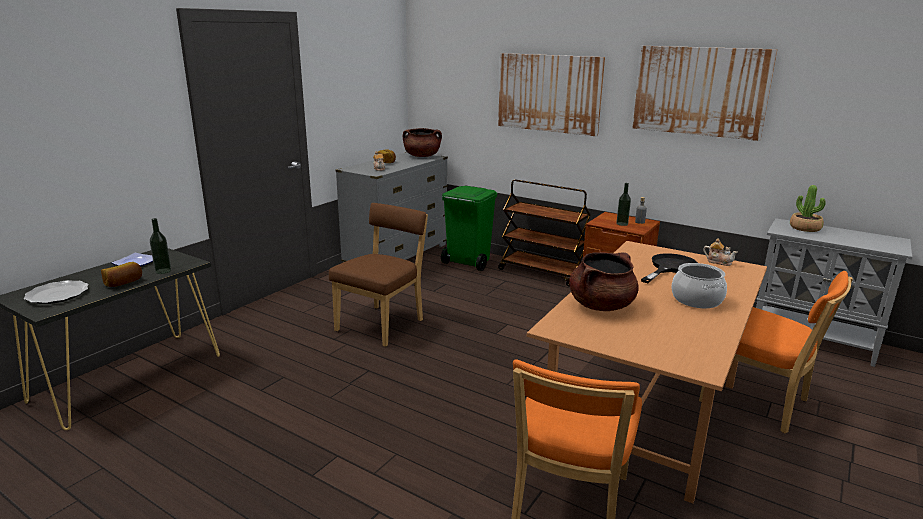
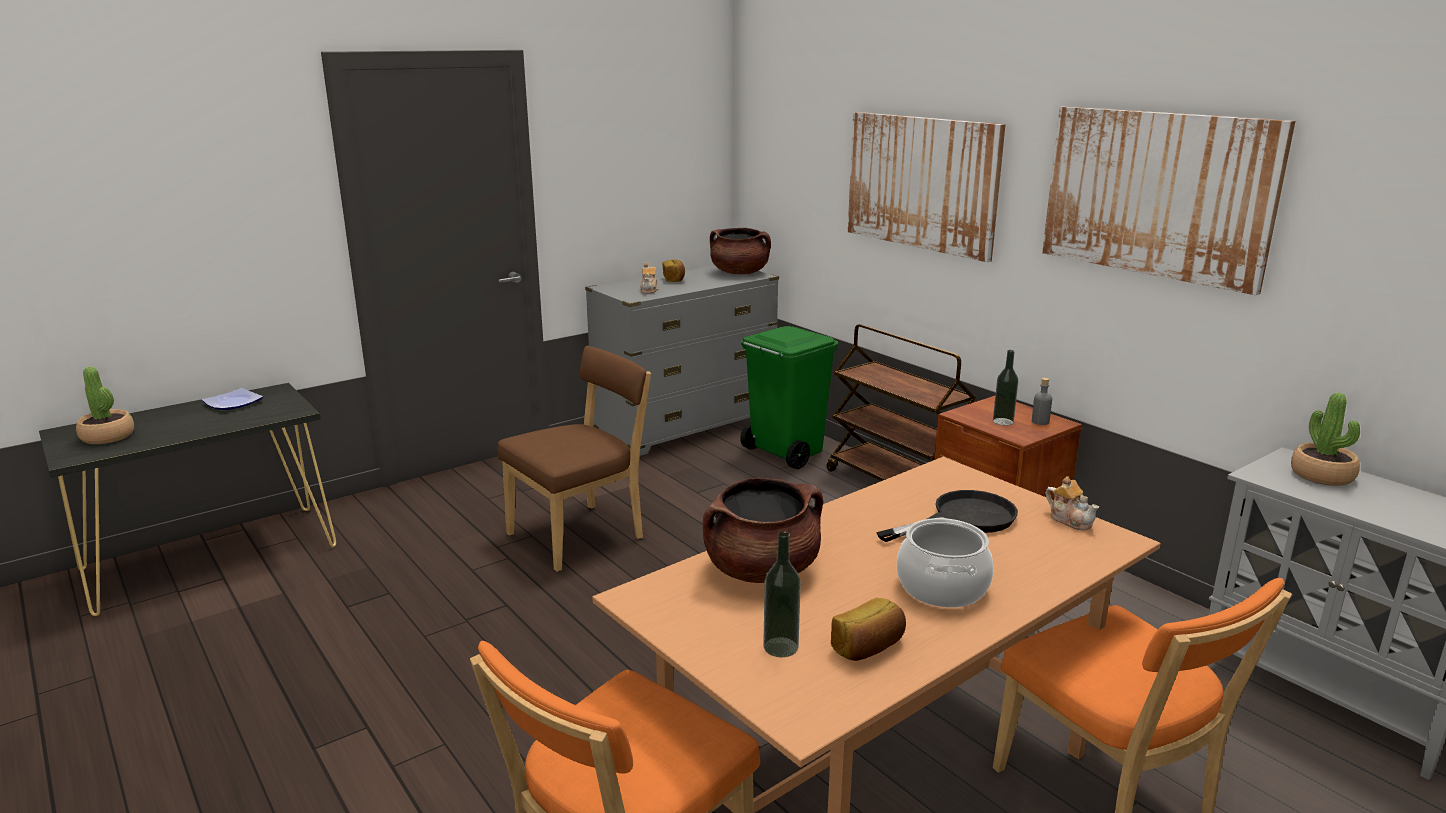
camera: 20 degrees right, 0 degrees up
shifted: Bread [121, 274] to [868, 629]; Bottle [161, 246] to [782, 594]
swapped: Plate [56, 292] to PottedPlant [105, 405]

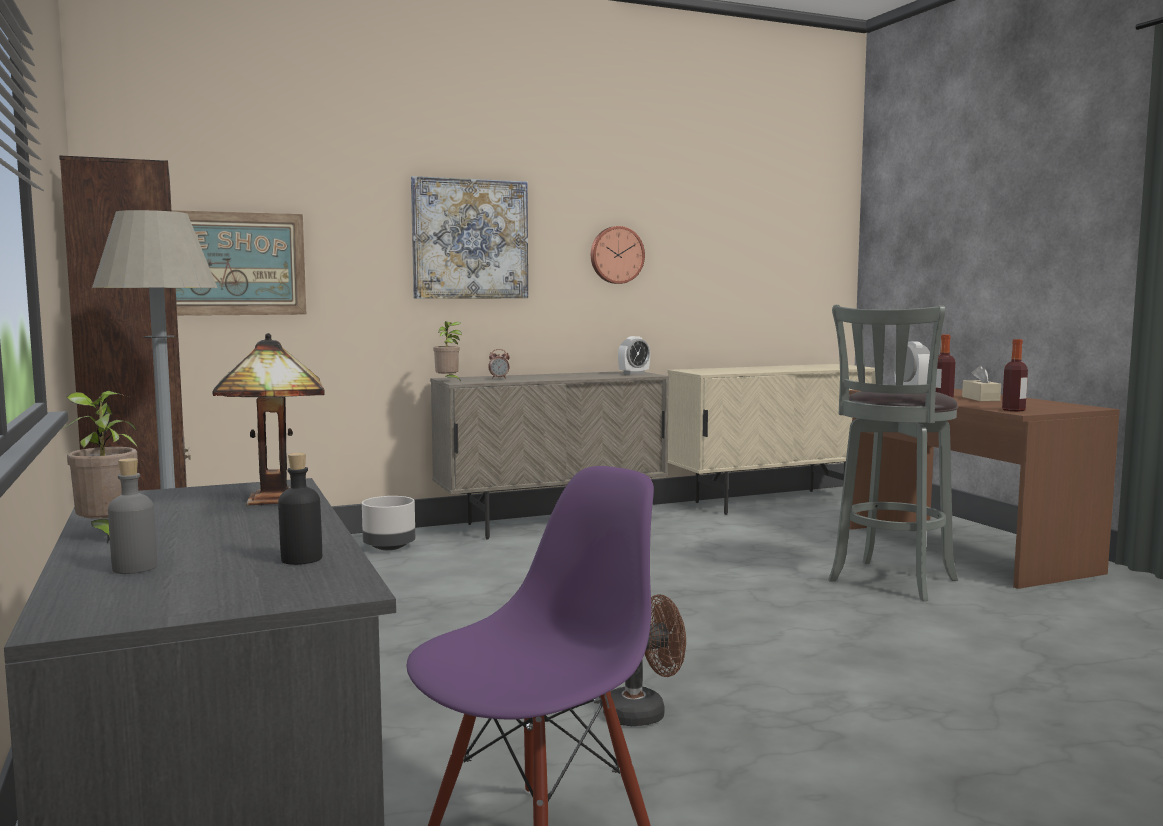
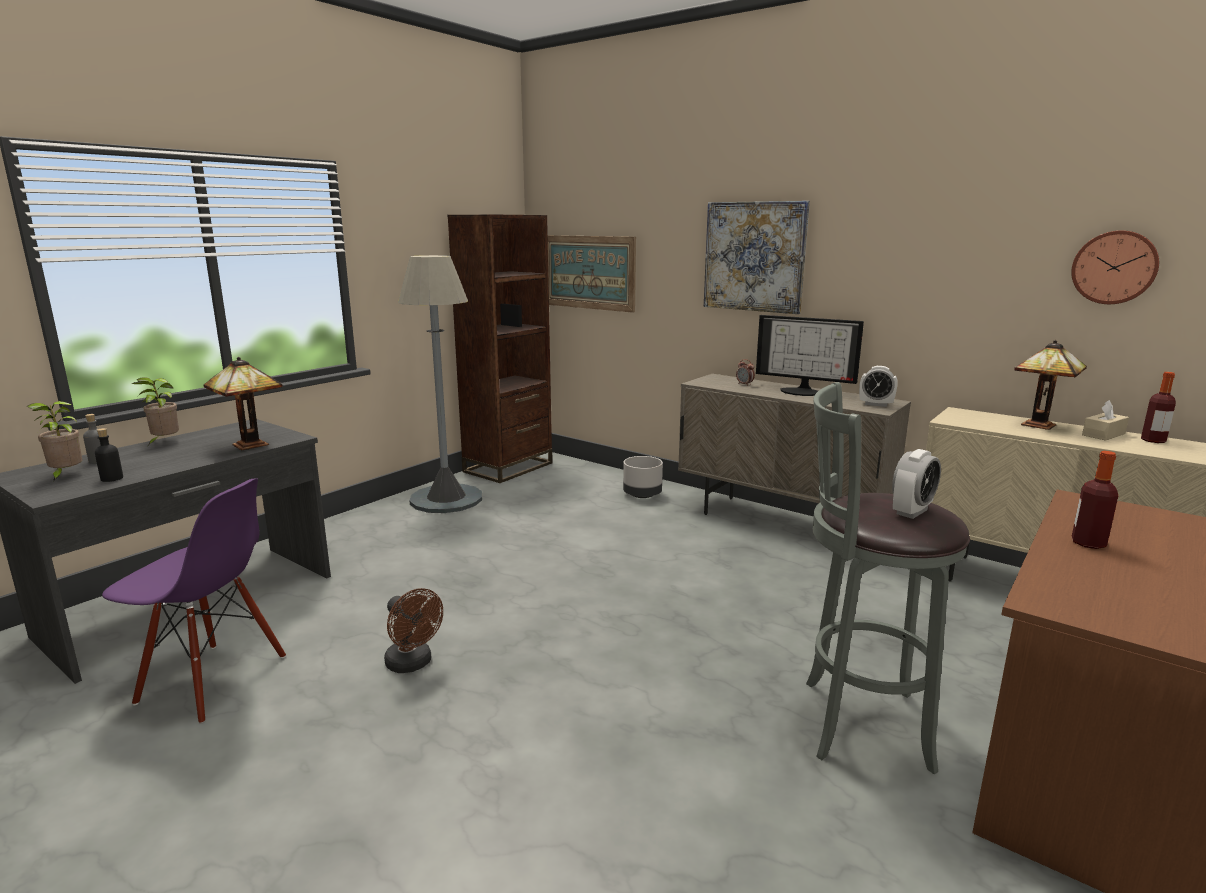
camera: 60 degrees right, 10 degrees up
new: Monitor [810, 355]; TableLamp [1050, 385]
shifted: PottedPlant [447, 351] to [54, 441]; WallClock [618, 255] to [1115, 267]; BeigeTissueBox [981, 383] to [1105, 420]; Bottle [1015, 375] to [1158, 407]

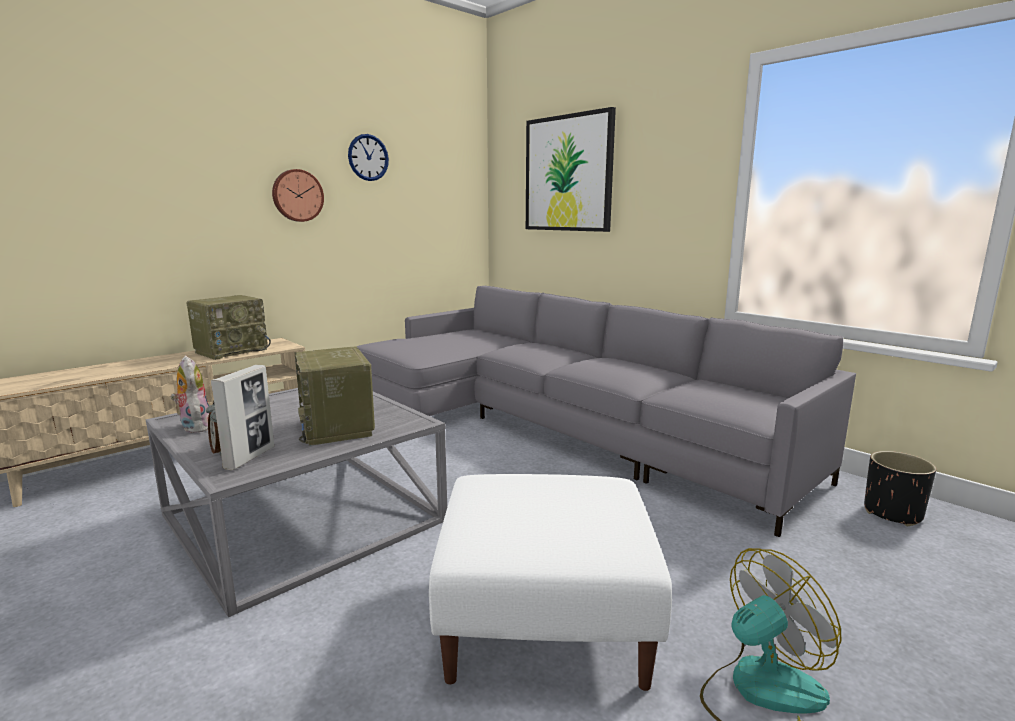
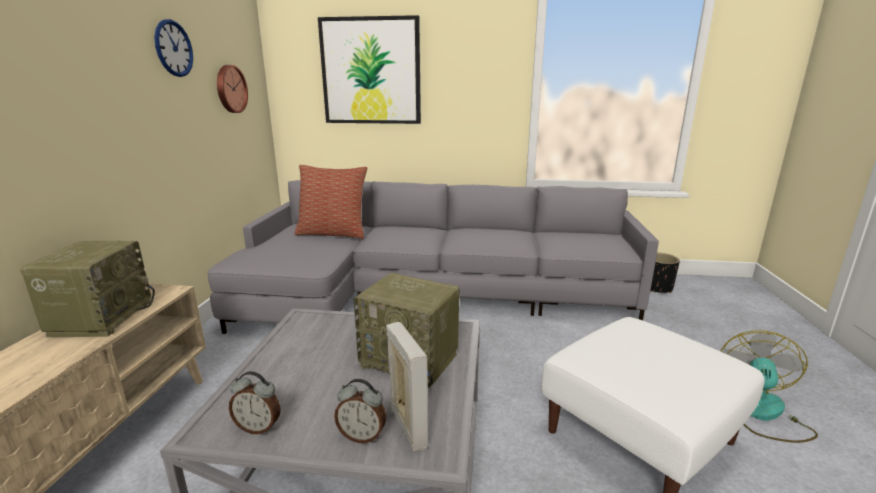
camera: 40 degrees left, 5 degrees up
new: Pillow [330, 202]
shifted: WallClock [298, 195] to [232, 89]
swapped: PlushToy [190, 394] to AlarmClock [255, 402]

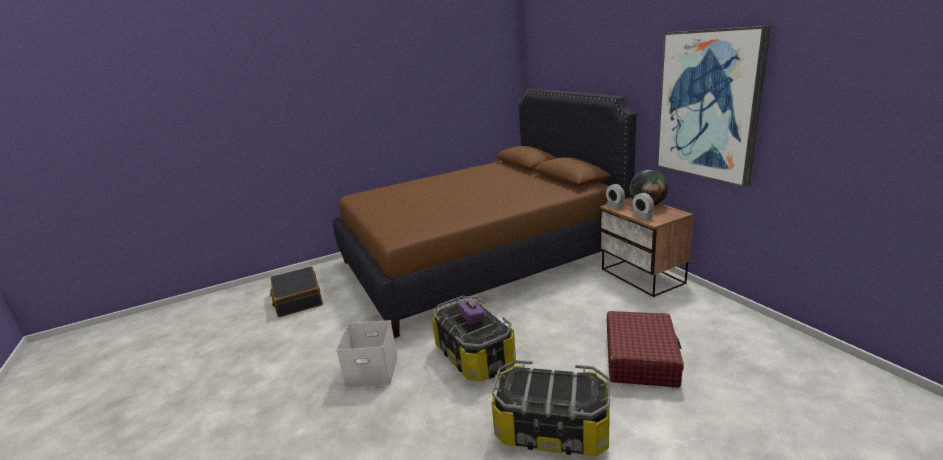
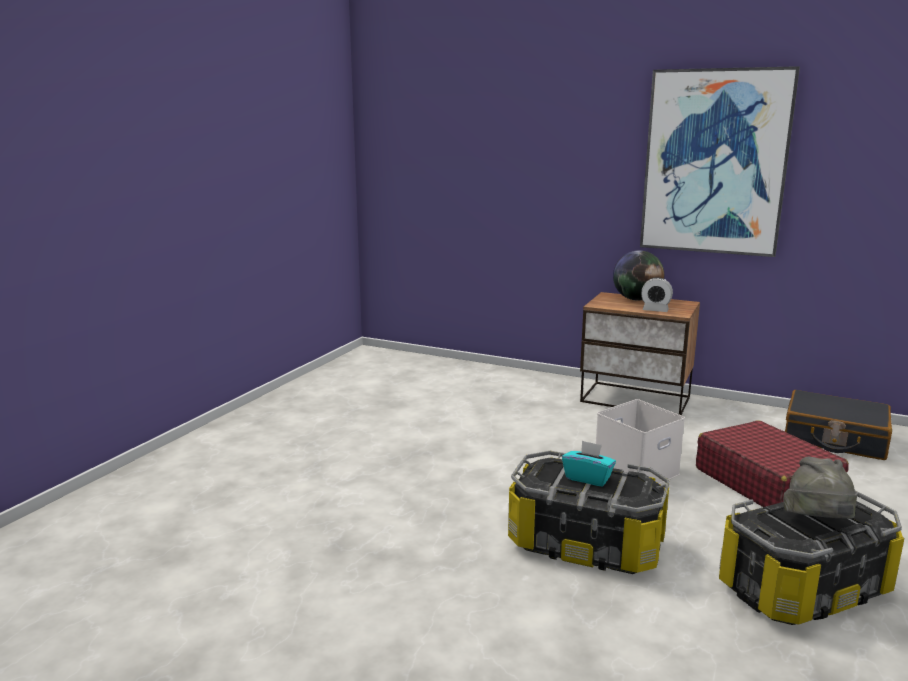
camera: 40 degrees left, 5 degrees down
gone: BrownBed [484, 213]; AlarmClock [615, 196]
new: GreyHat [820, 488]
shifted: BlackSuitcase [296, 291] to [838, 425]; WhiteStorageBox [367, 354] to [640, 441]
repainted: PurpleTissueBox [471, 310] to TurquoiseTissueBox [589, 463]

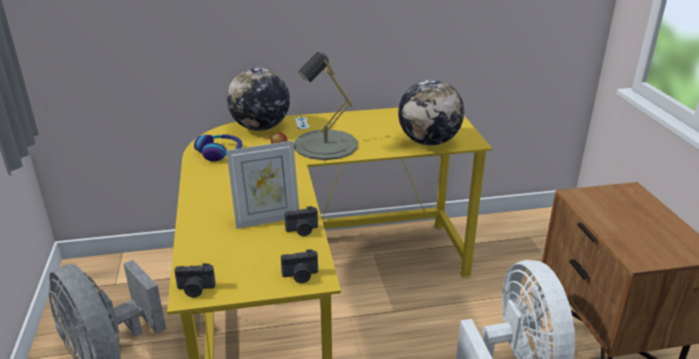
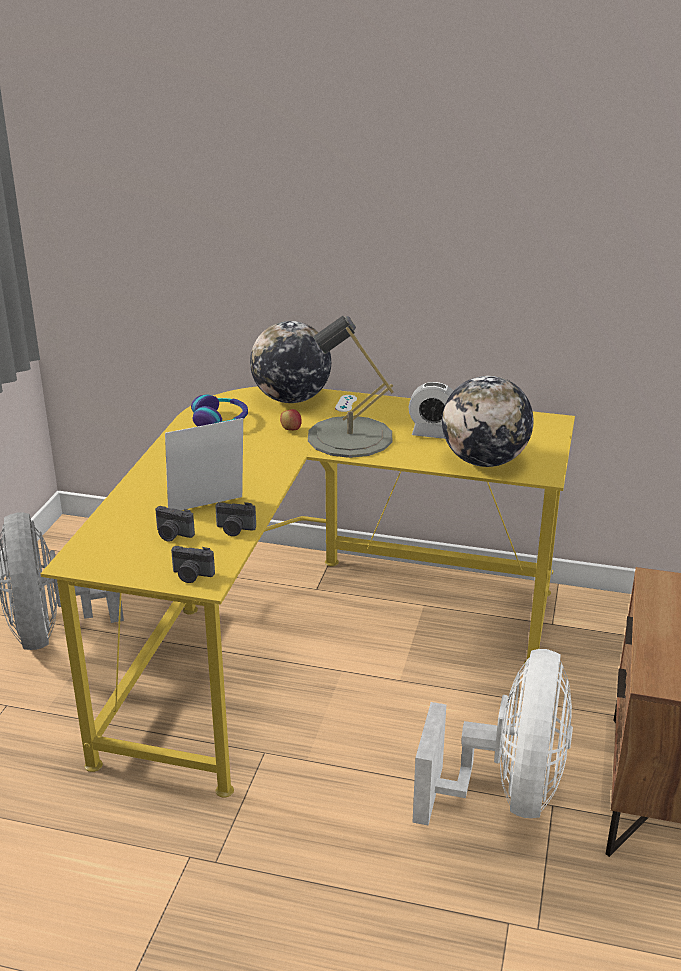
camera: 25 degrees right, 0 degrees up
new: AlarmClock [431, 410]
shifted: PhotoCamera [195, 280] to [175, 524]
rotated: PictureFrame [262, 185] = [204, 464] 150 degrees clockwise

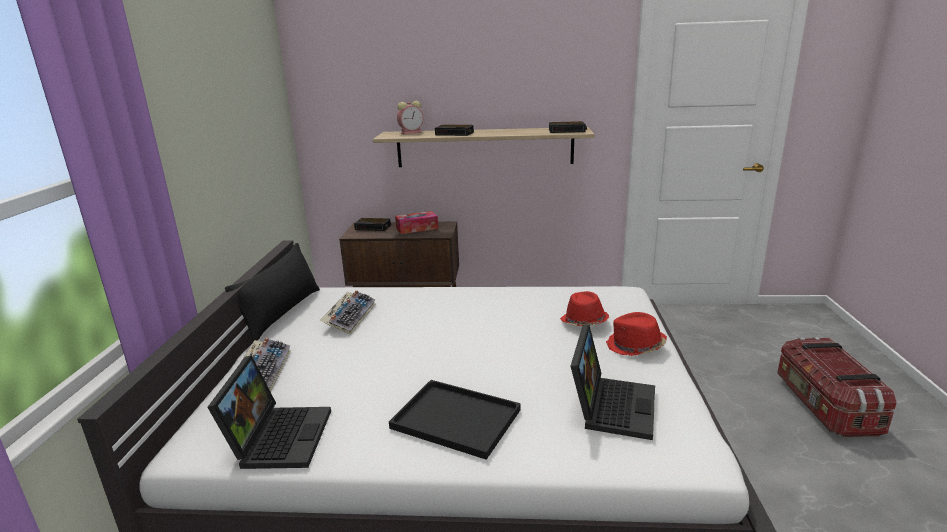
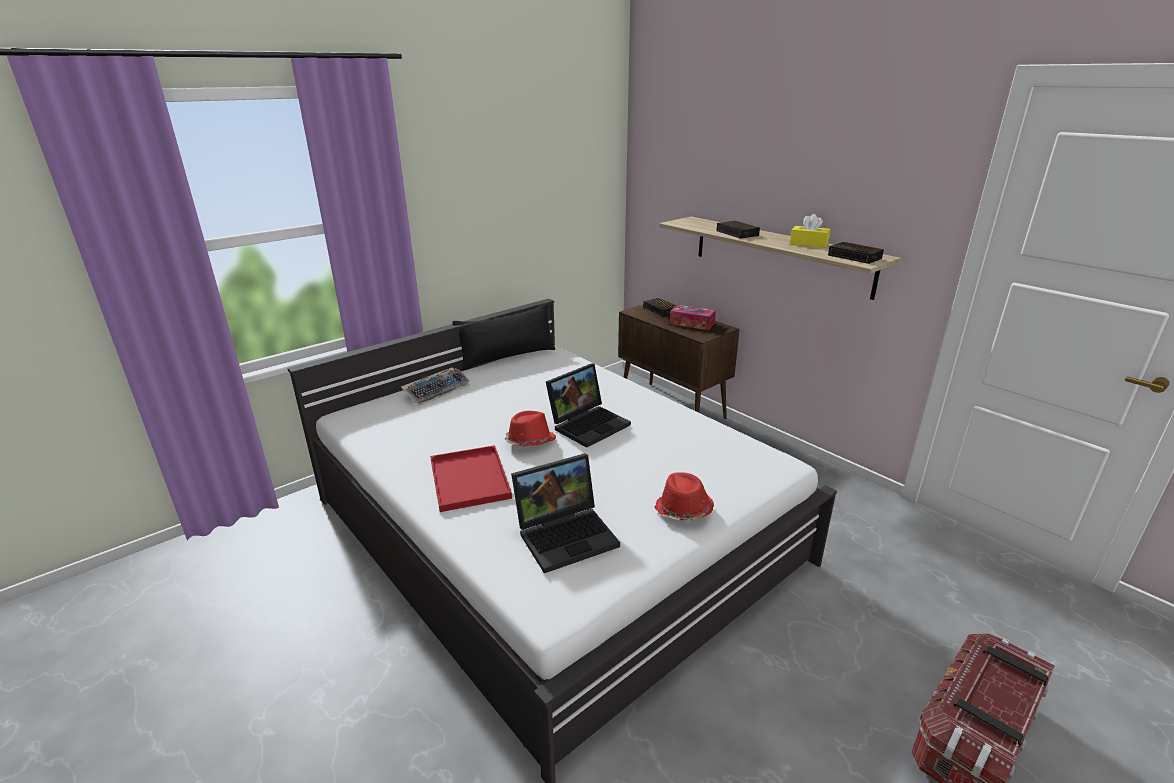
camera: 45 degrees right, 5 degrees up
gone: Keyboard [348, 312]; AlarmClock [410, 117]
new: YellowTissueBox [810, 231]
shifted: Laptop [269, 412] to [588, 405]; RedHat [584, 308] to [530, 428]
repainted: BlackTray [455, 420] to RedTray [471, 478]

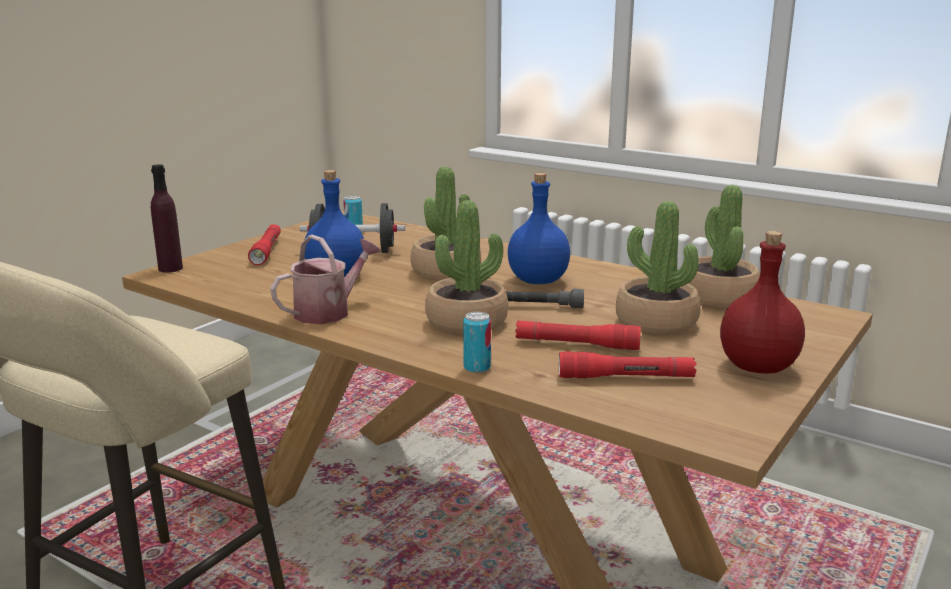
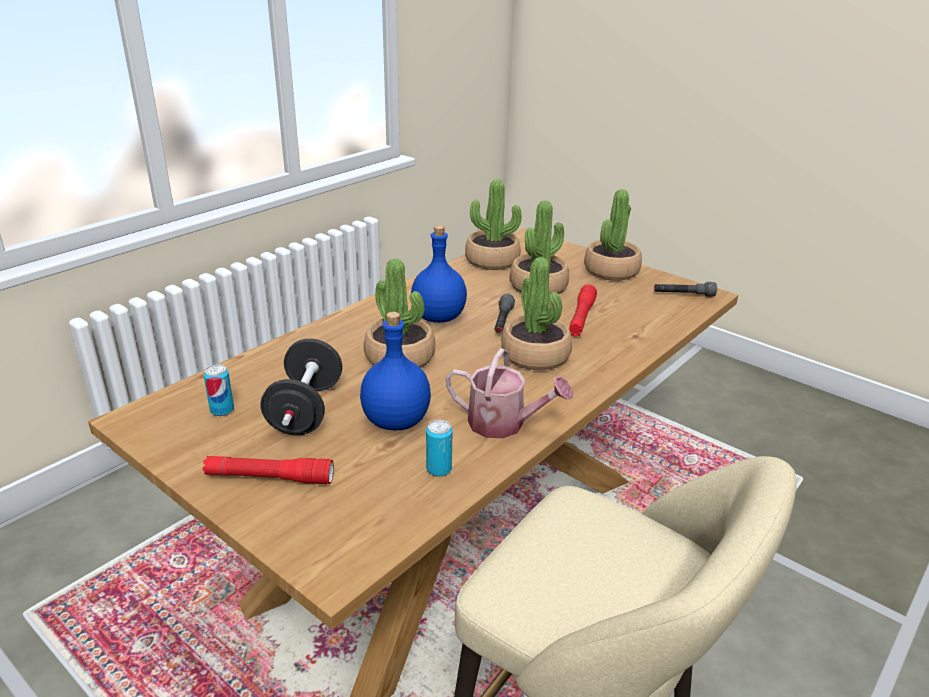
camera: 85 degrees left, 10 degrees up
gone: PurpleBottle [167, 218]; RedFlashlight [628, 364]
new: GreyFlashlight [685, 289]
shifted: Can [477, 342] to [439, 448]
swapped: RedBottle [762, 302] to PottedPlant [613, 235]
rotated: WateringCan [325, 279] = [509, 393] 150 degrees clockwise

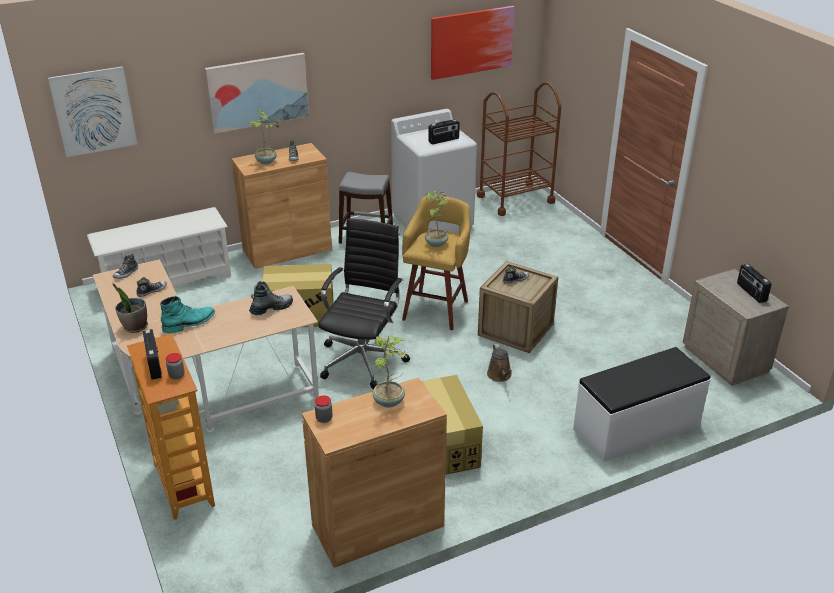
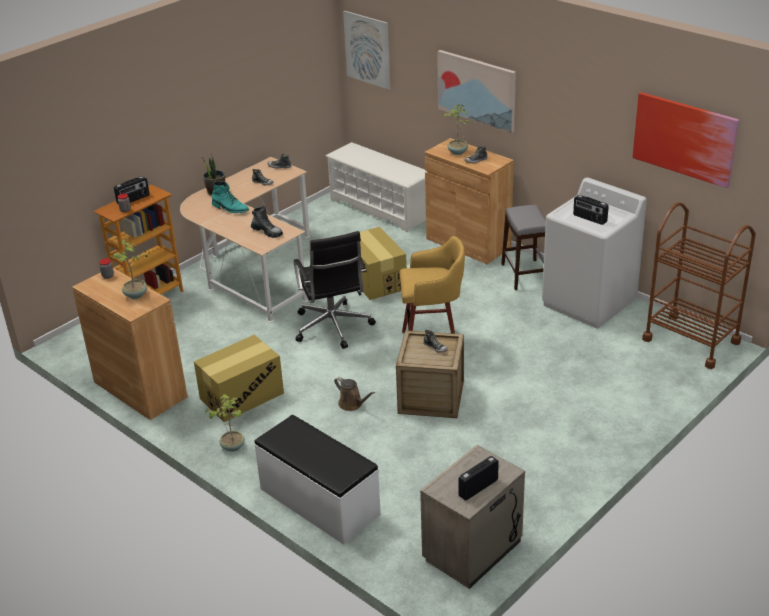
camera: 70 degrees right, 0 degrees up
shifted: PottedPlant [437, 219] to [225, 423]
rotated: BlackOfficeChair [364, 303] = [335, 290] 75 degrees clockwise; BrownWateringCan [499, 363] = [354, 394] 105 degrees counterclockwise

